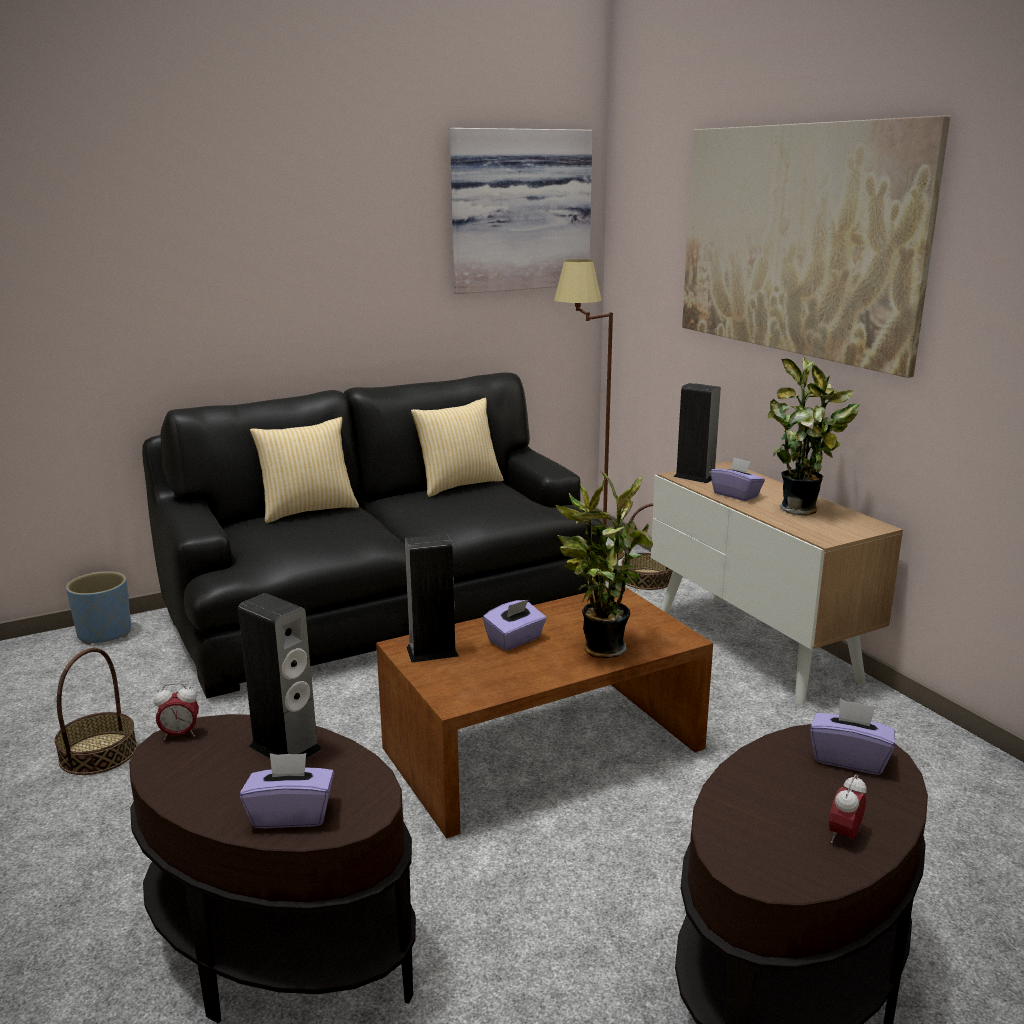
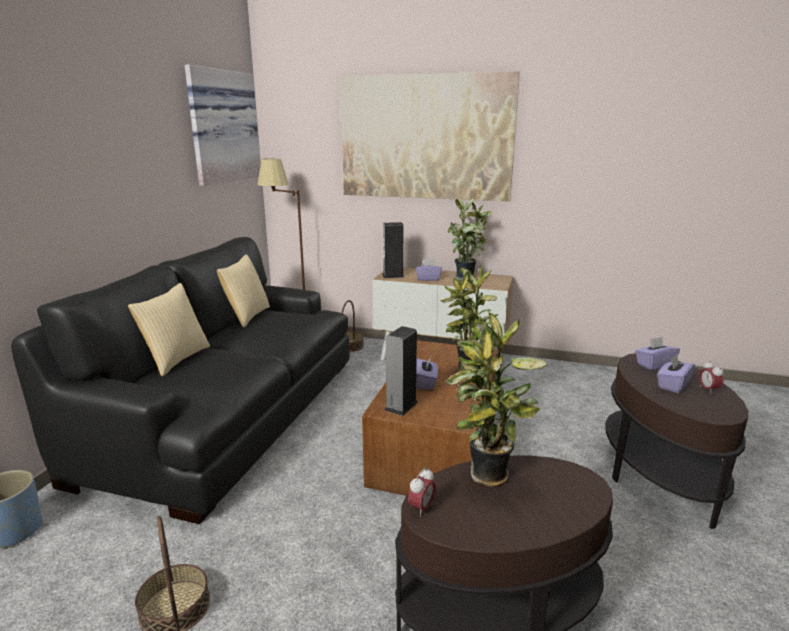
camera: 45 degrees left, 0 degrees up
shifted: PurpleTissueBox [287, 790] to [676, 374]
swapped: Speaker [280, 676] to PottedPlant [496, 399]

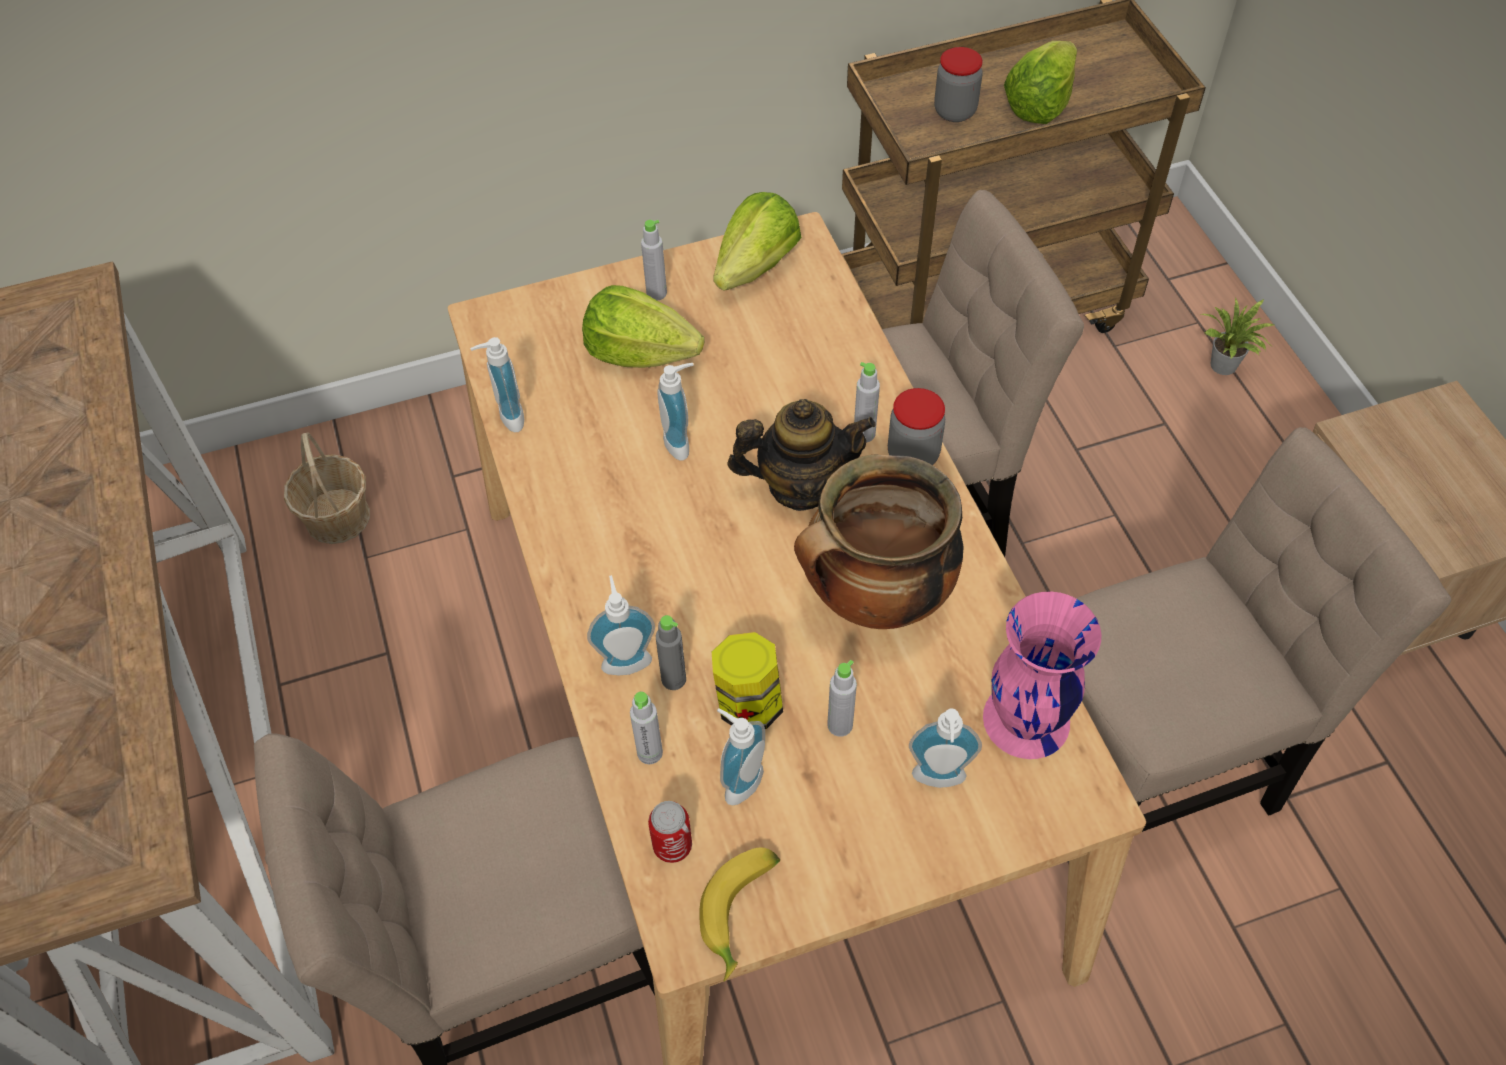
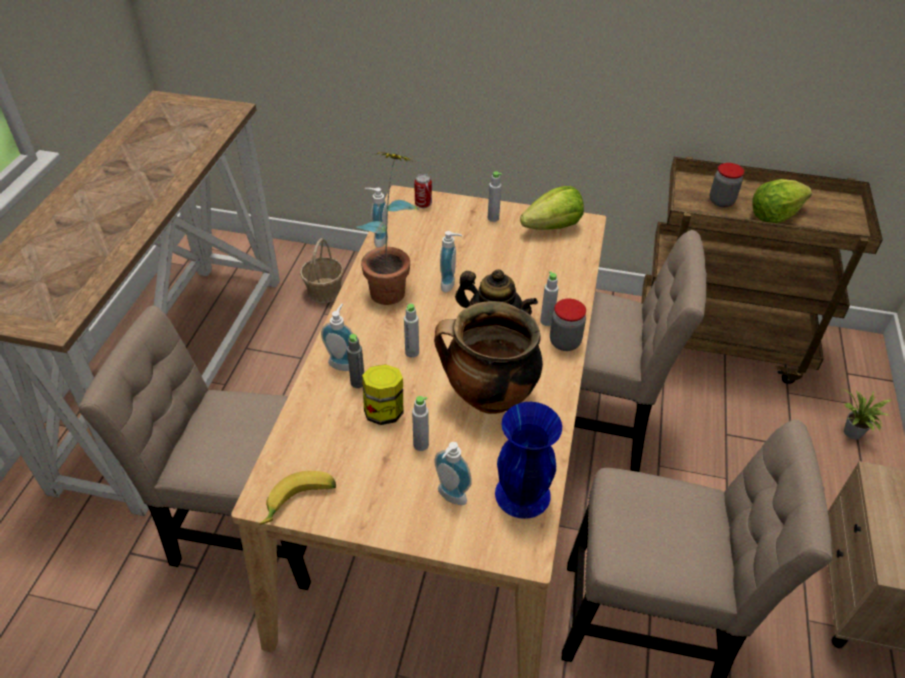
camera: 30 degrees right, 10 degrees down
gone: Lettuce [643, 326]; SoapDispenser [741, 756]
new: PottedPlant [387, 228]
shifted: GreyBottle [646, 728] to [411, 331]; Can [670, 832] to [423, 191]
repainted: PinkVase [1042, 675] to BlueVase [528, 460]

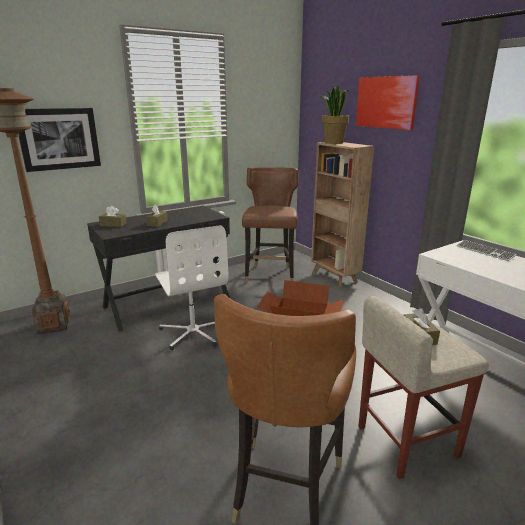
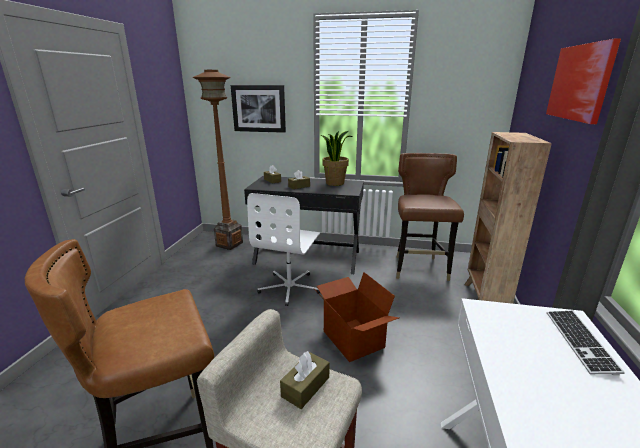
camera: 45 degrees right, 0 degrees up
shifted: PottedPlant [334, 114] to [336, 158]
rotated: BrownChair [270, 225] = [430, 217] 45 degrees counterclockwise

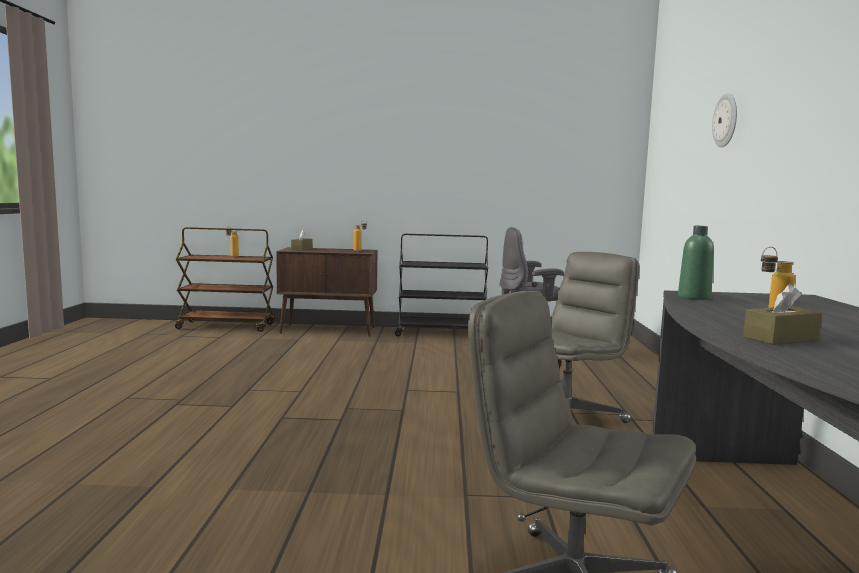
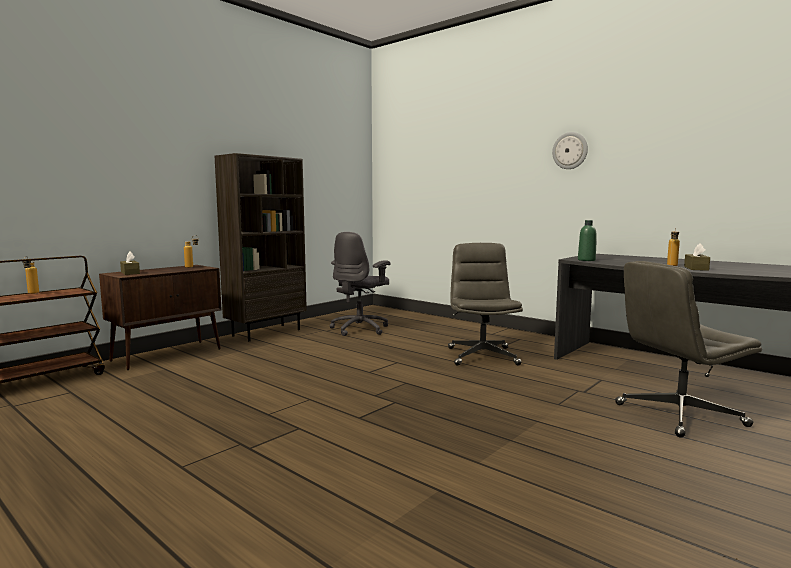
camera: 50 degrees left, 0 degrees up
shifted: WallClock [724, 120] to [570, 150]
swapped: BlackCart [441, 285] to BrownBookcase [261, 247]

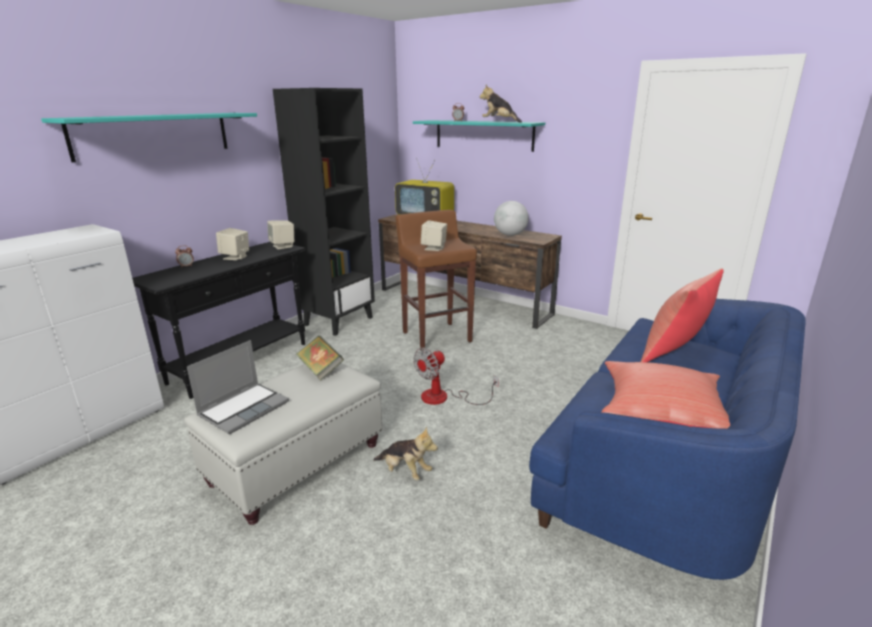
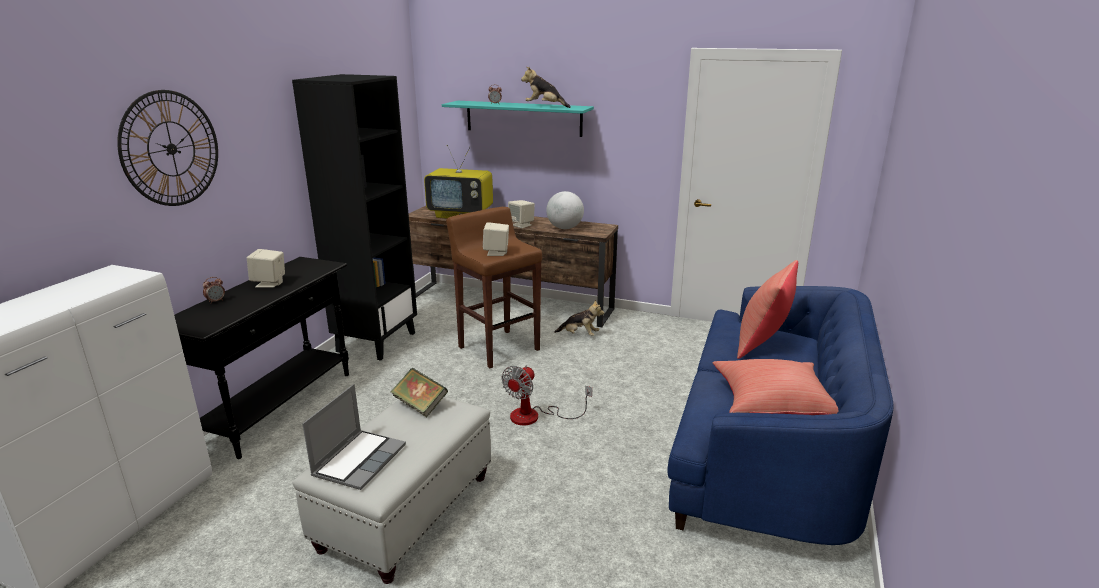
camera: 15 degrees left, 0 degrees up
shifted: BeigeSpeaker [280, 234] to [521, 214]; PlushToy [405, 453] to [579, 318]
swapped: TurquoiseShelf [149, 137] to WallClock [167, 148]

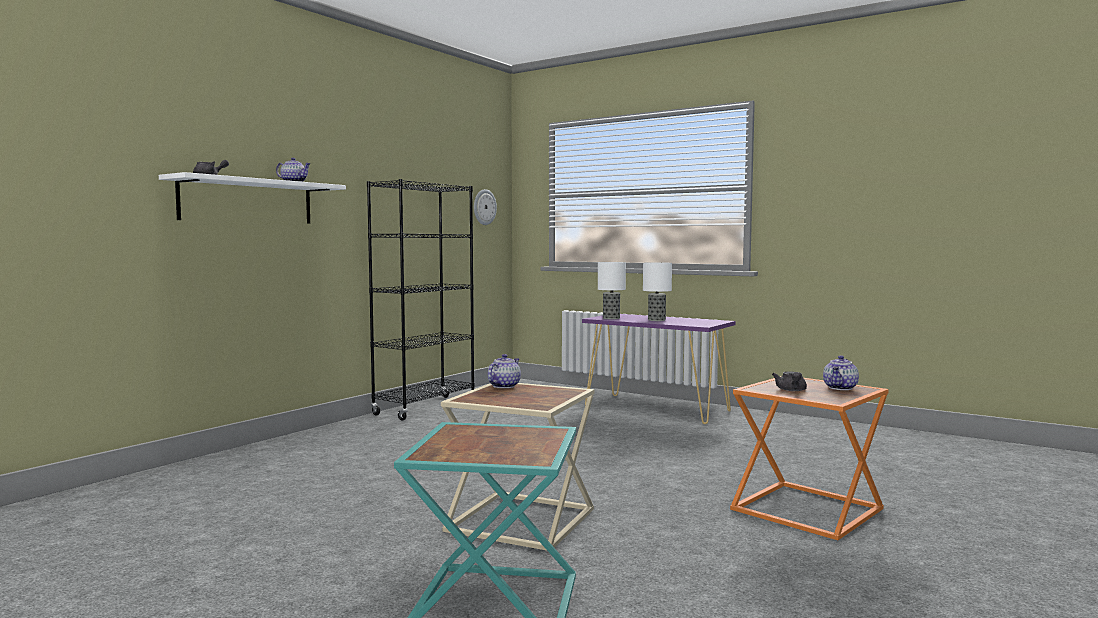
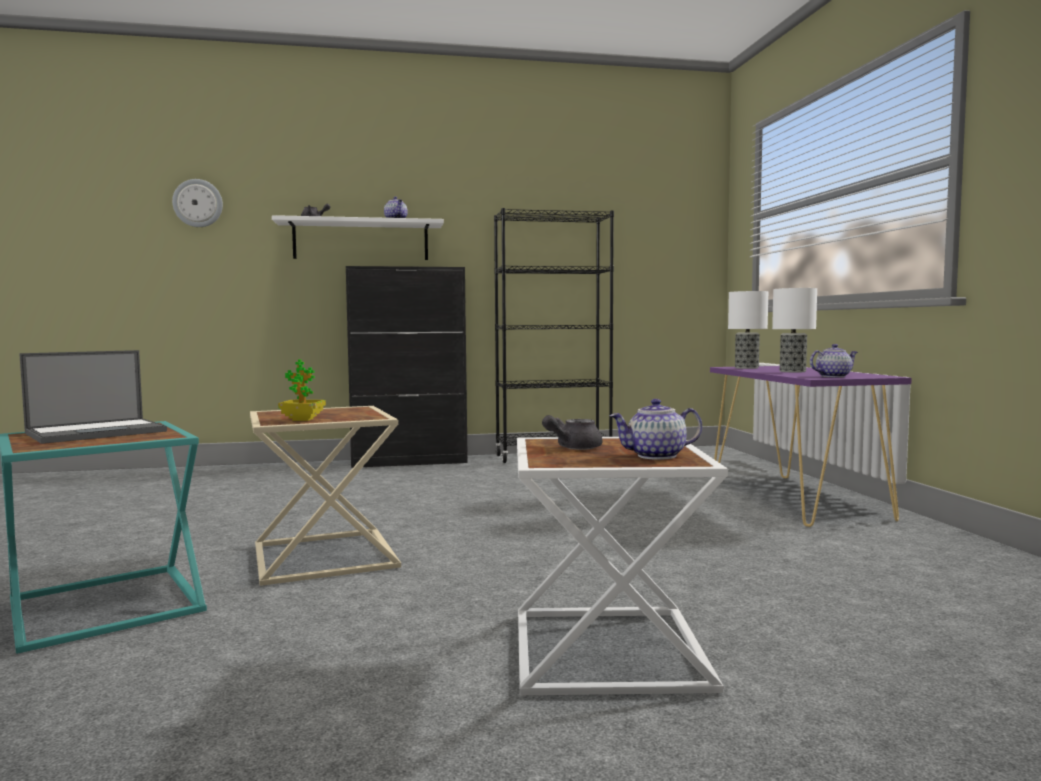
camera: 45 degrees right, 0 degrees up
new: Laptop [93, 397]; PottedPlant [302, 390]; BlackCabinet [407, 367]
shifted: WallClock [485, 207] to [197, 203]; Teapot [504, 371] to [834, 361]
repainted: OrangeSideTable [809, 458] to WhiteSideTable [622, 567]

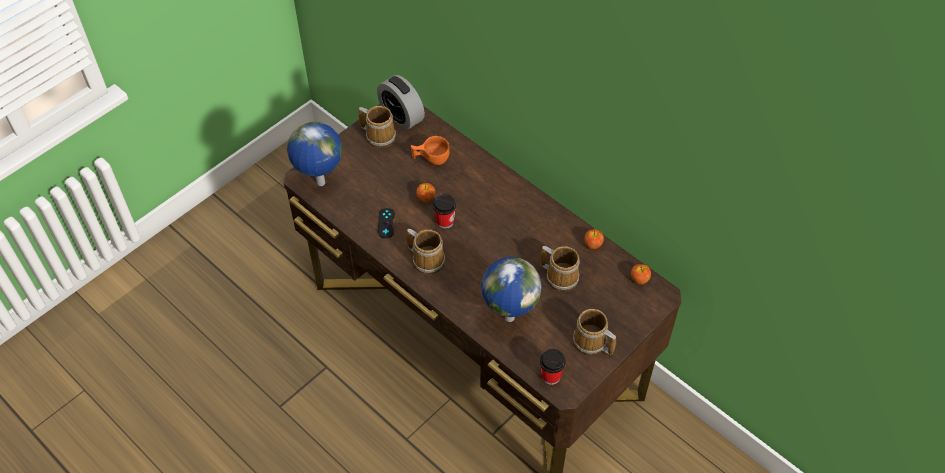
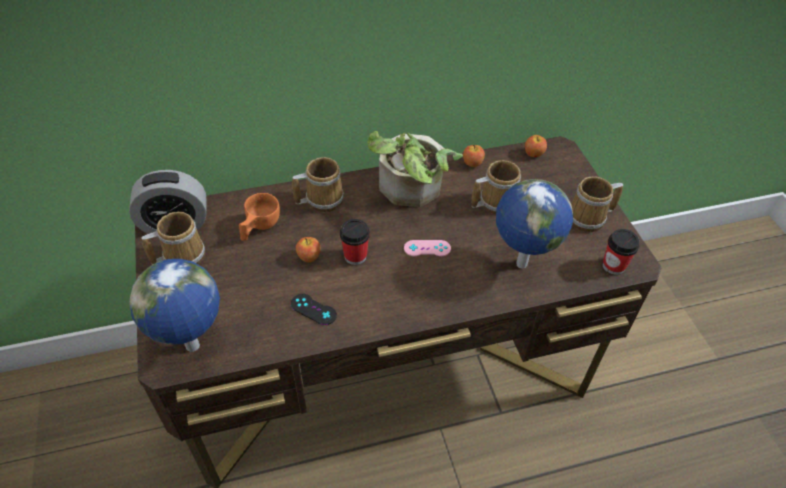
camera: 60 degrees left, 5 degrees down
new: PottedPlant [415, 169]; PinkGameController [427, 248]
shifted: Mug [426, 251] to [318, 184]

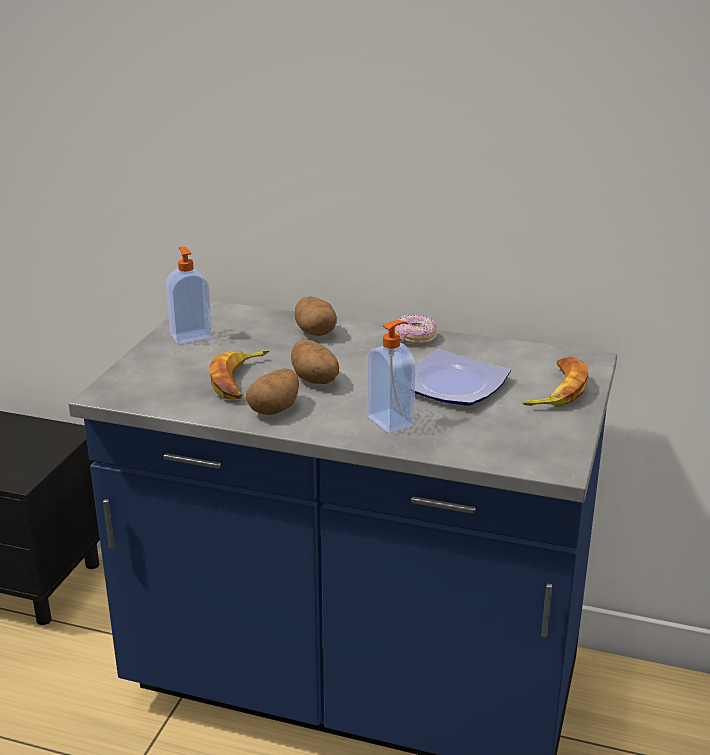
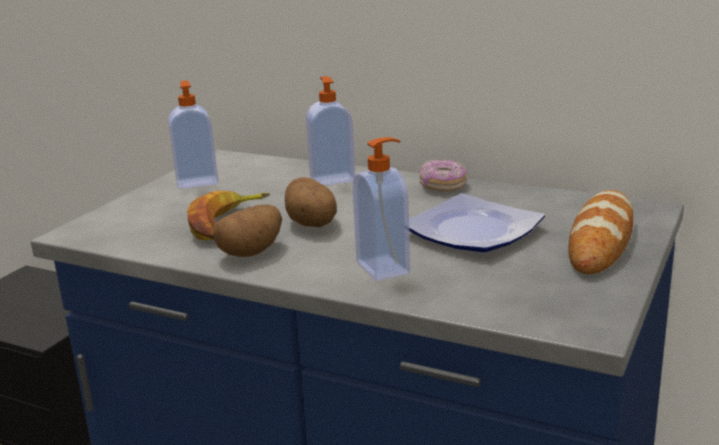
camera: 10 degrees right, 5 degrees down
swapped: Potato [316, 316] to SoapDispenser [330, 131]; Banana [555, 381] to Bread [600, 232]

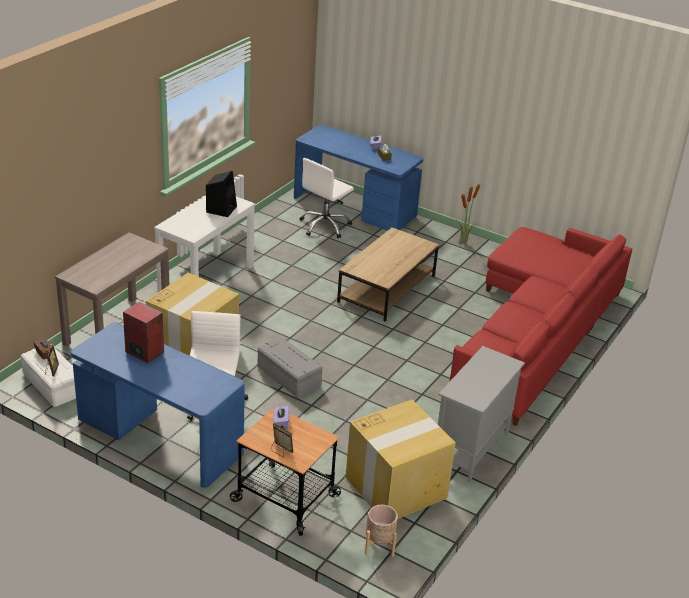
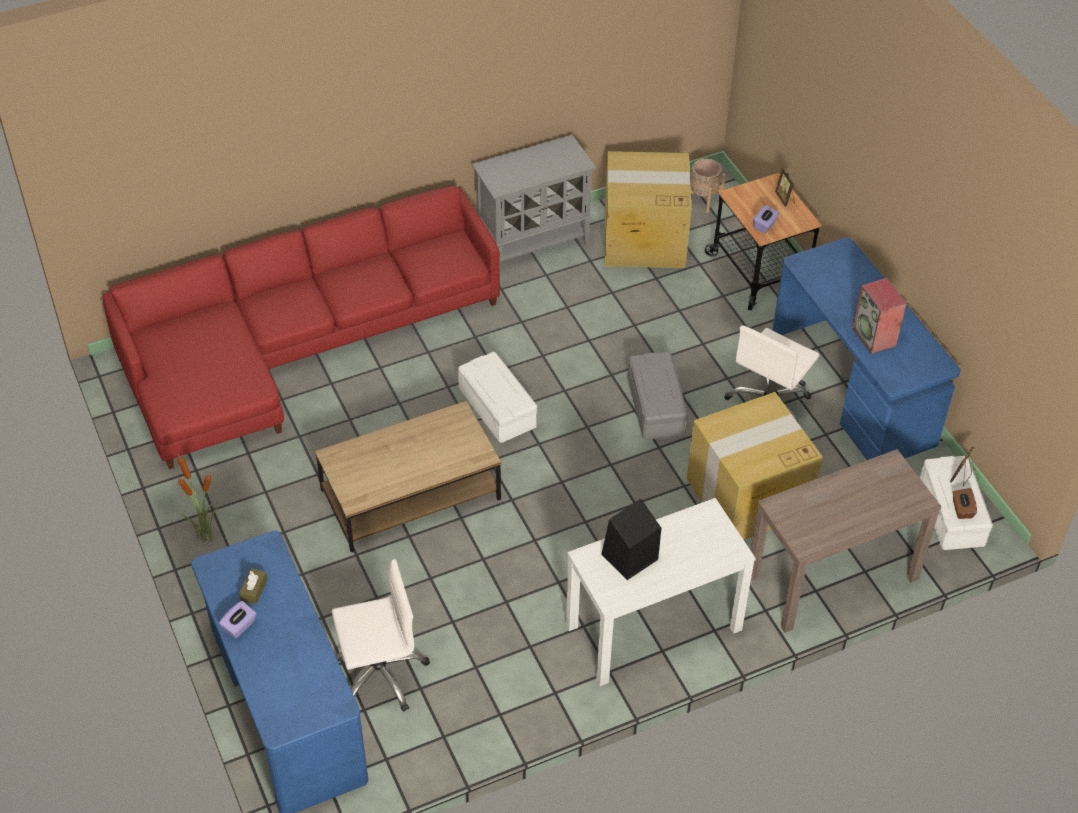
camera: 145 degrees left, 15 degrees up
new: WhiteStorageBox [497, 397]

